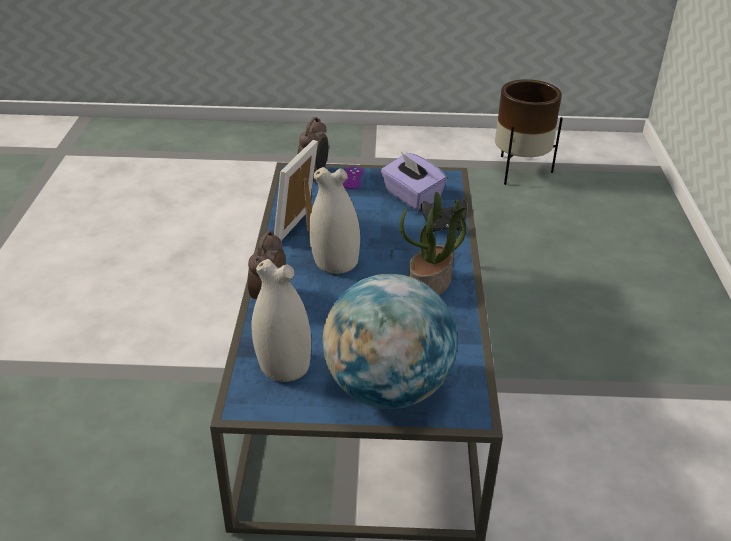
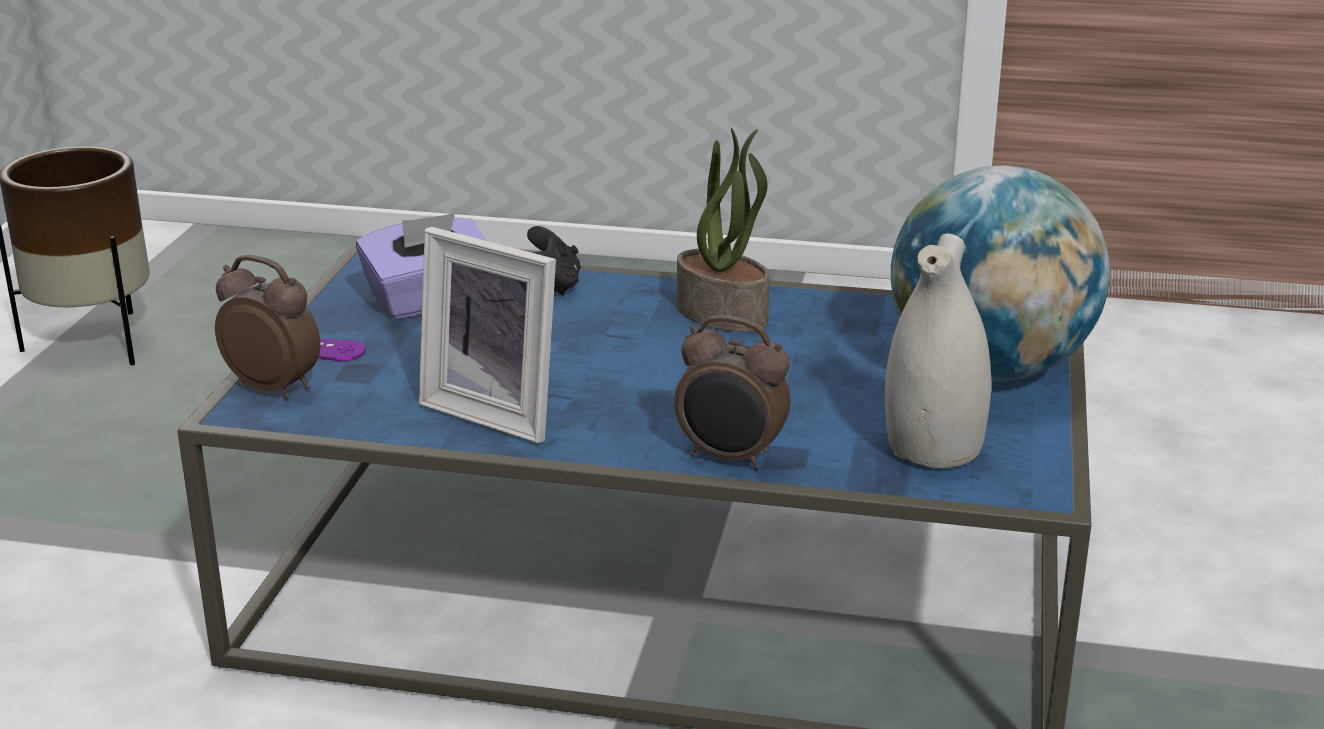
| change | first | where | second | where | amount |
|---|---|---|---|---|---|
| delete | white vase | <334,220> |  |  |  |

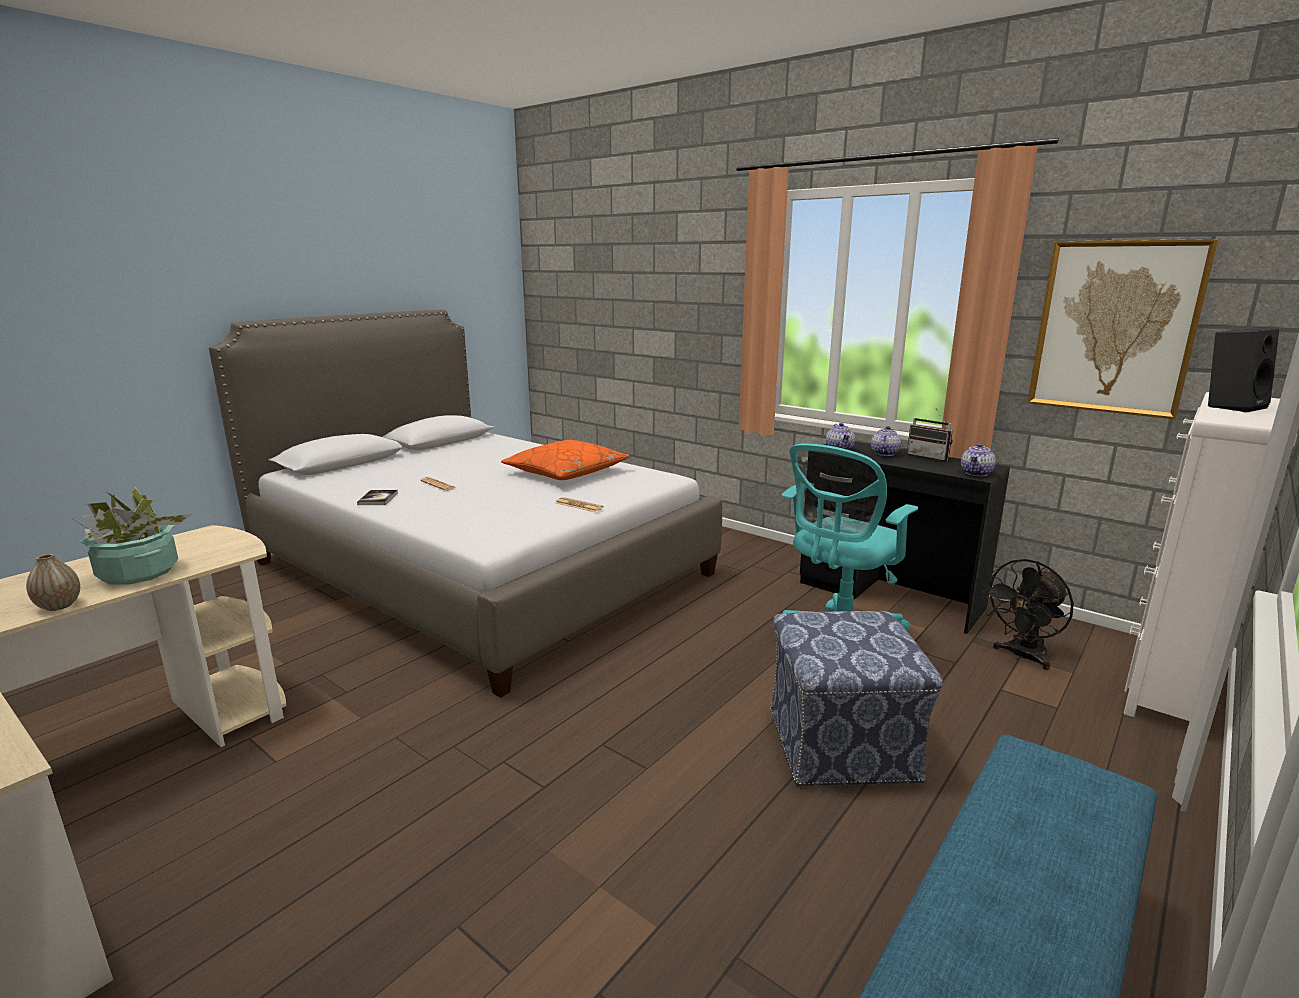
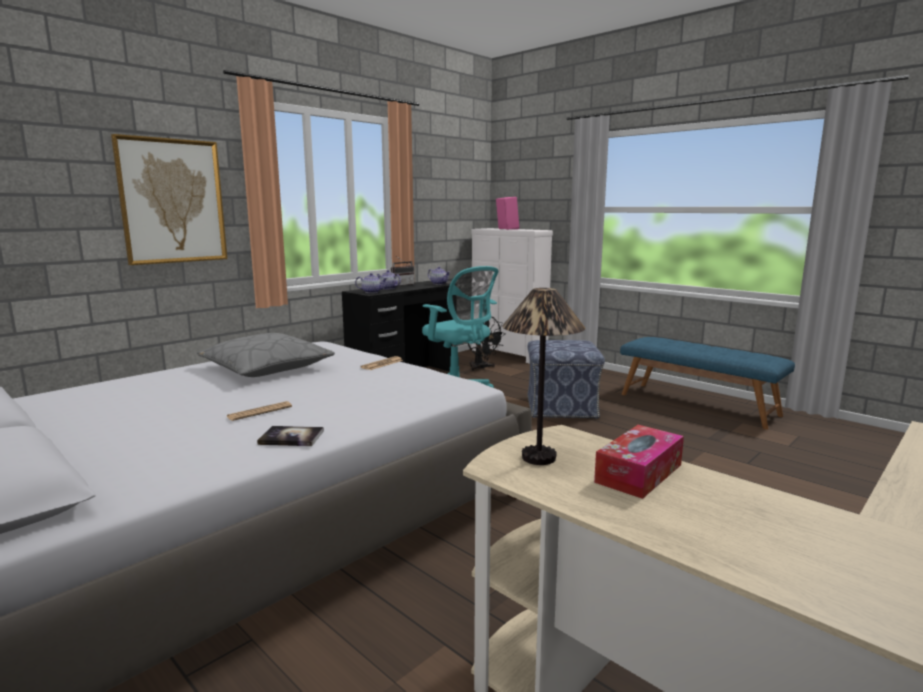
| change | first | where | second | where | amount |
|---|---|---|---|---|---|
| delete | vase | <53,582> |  |  |  |
| insert |  |  | tabletop lamp | <543,376> |  |
| move | picture | <1122,329> |  | <169,199> |  |
| replace | potted plant | <133,536> | tissue box | <639,462> |  |
| recolor | orangey cushion | <565,460> | gray cushion | <266,355> |  |
| recolor | black-coloured loudspeaker | <1243,370> | pinkish loudspeaker | <507,213> |  |

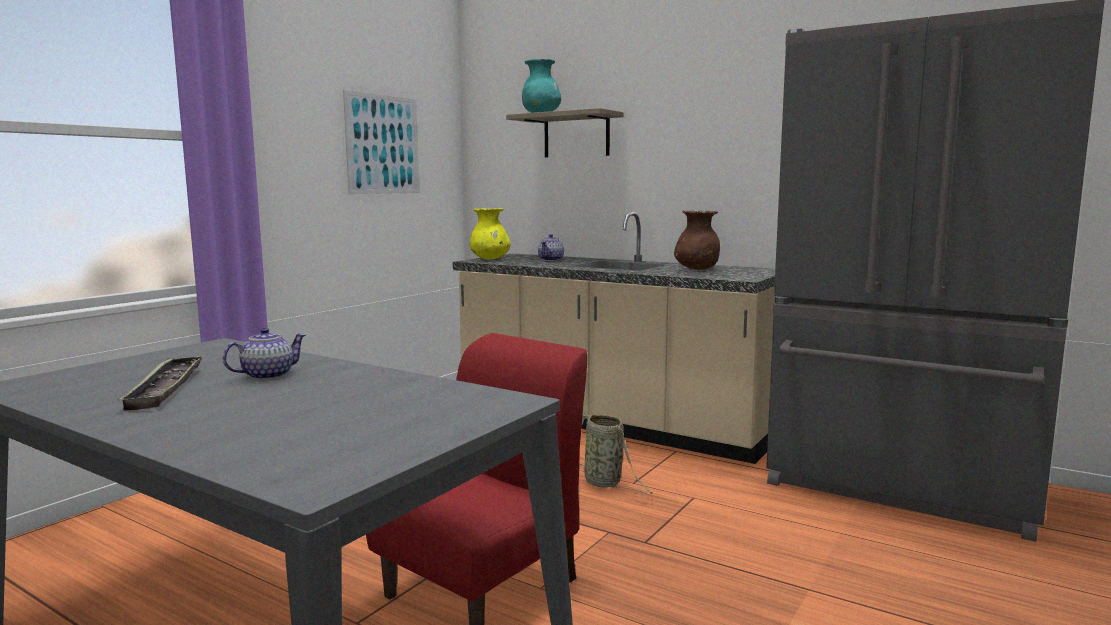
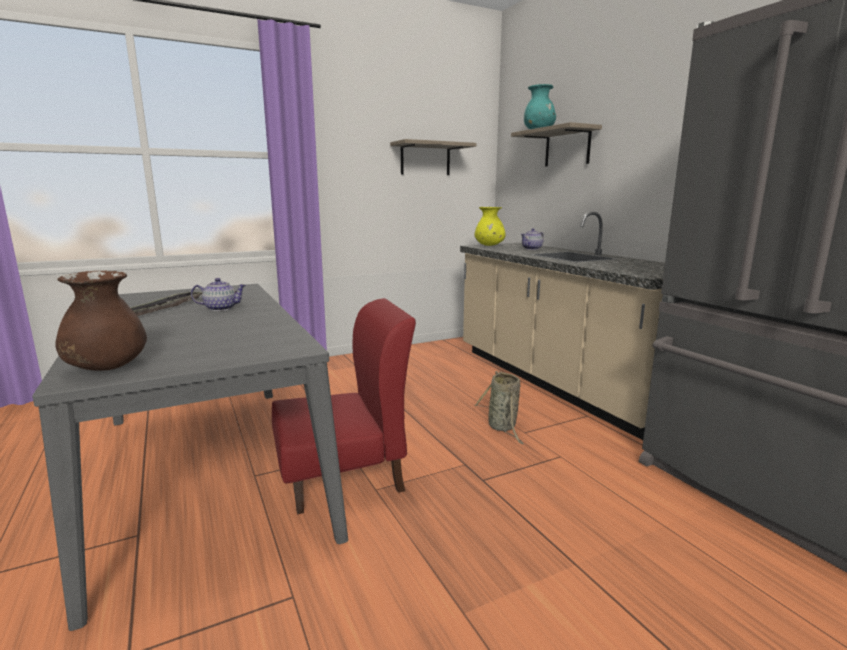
| change | first | where | second | where | amount |
|---|---|---|---|---|---|
| move | brown vase | <697,240> |  | <101,321> |  |
| replace | picture | <381,142> | bracket shelf | <433,157> |  |

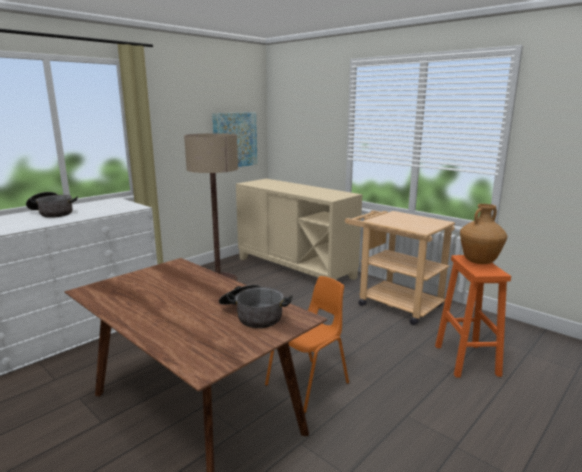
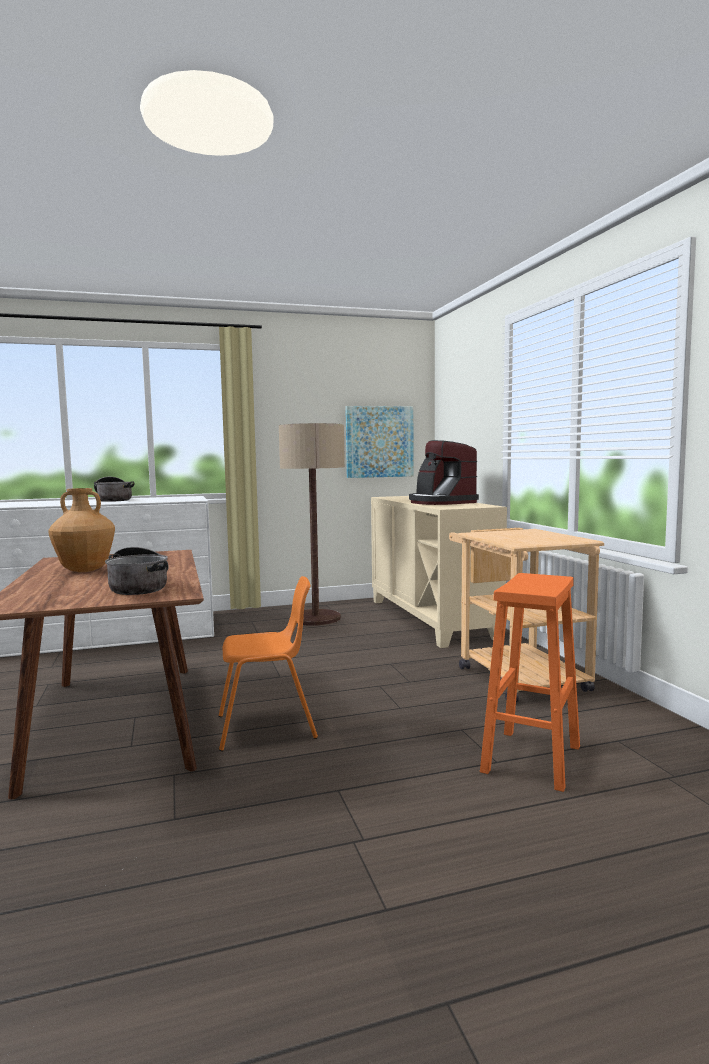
| change | first | where | second | where | amount |
|---|---|---|---|---|---|
| insert |  |  | coffee machine | <444,472> |  |
| move | brown vase | <483,234> |  | <81,530> |  |

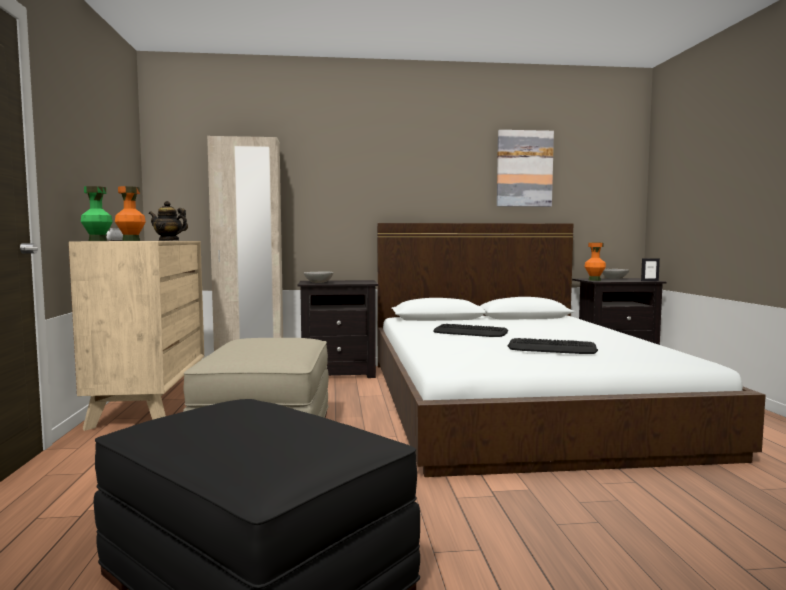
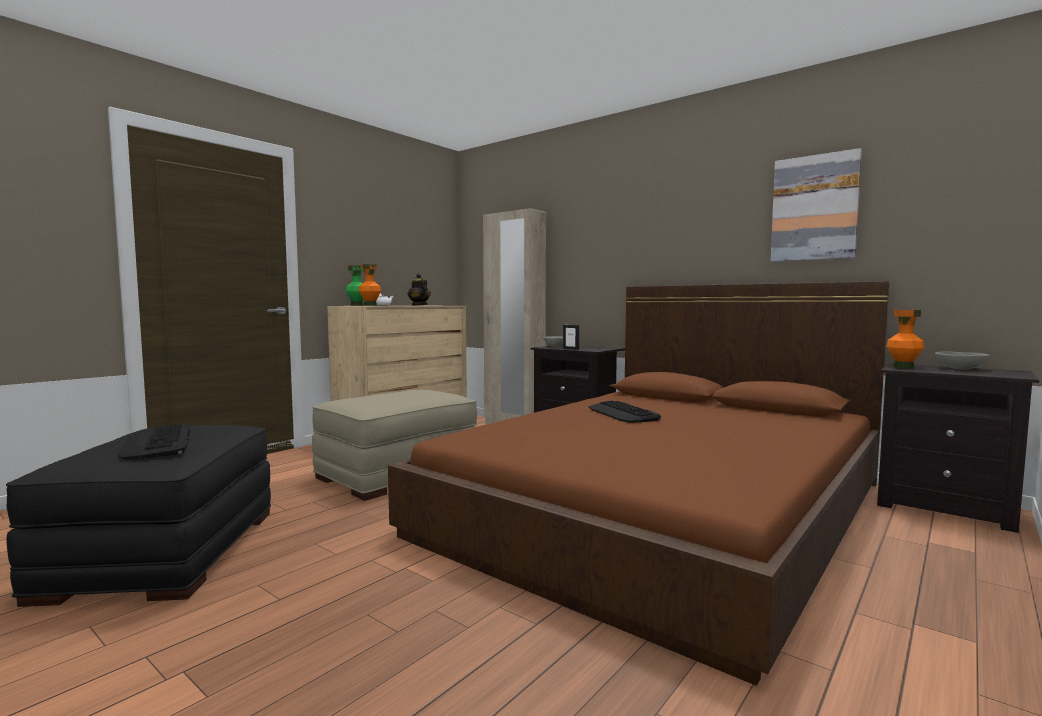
| change | first | where | second | where | amount |
|---|---|---|---|---|---|
| move | computer keyboard | <553,346> |  | <154,442> |  |
| move | standing frame | <650,269> |  | <571,337> |  |
| recolor | white bedroom bed | <571,350> | brown bedroom bed | <639,483> |  |

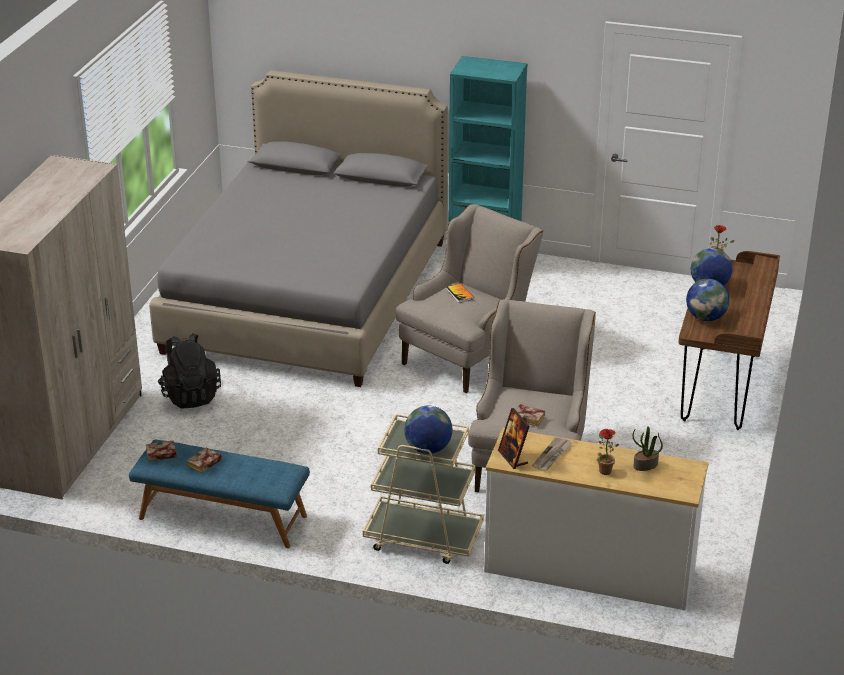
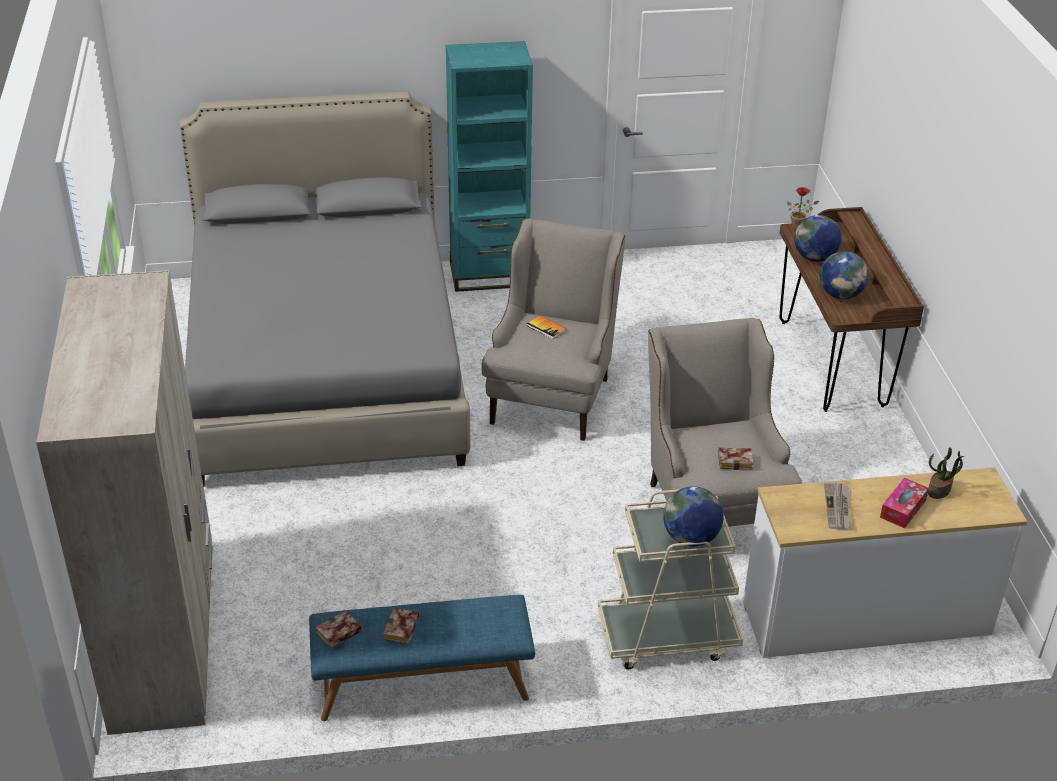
| change | first | where | second | where | amount |
|---|---|---|---|---|---|
| delete | black-coloured rucksack | <189,370> |  |  |  |
| delete | standing frame | <514,438> |  |  |  |
| replace | potted plant | <608,452> | tissue box | <904,503> |  |

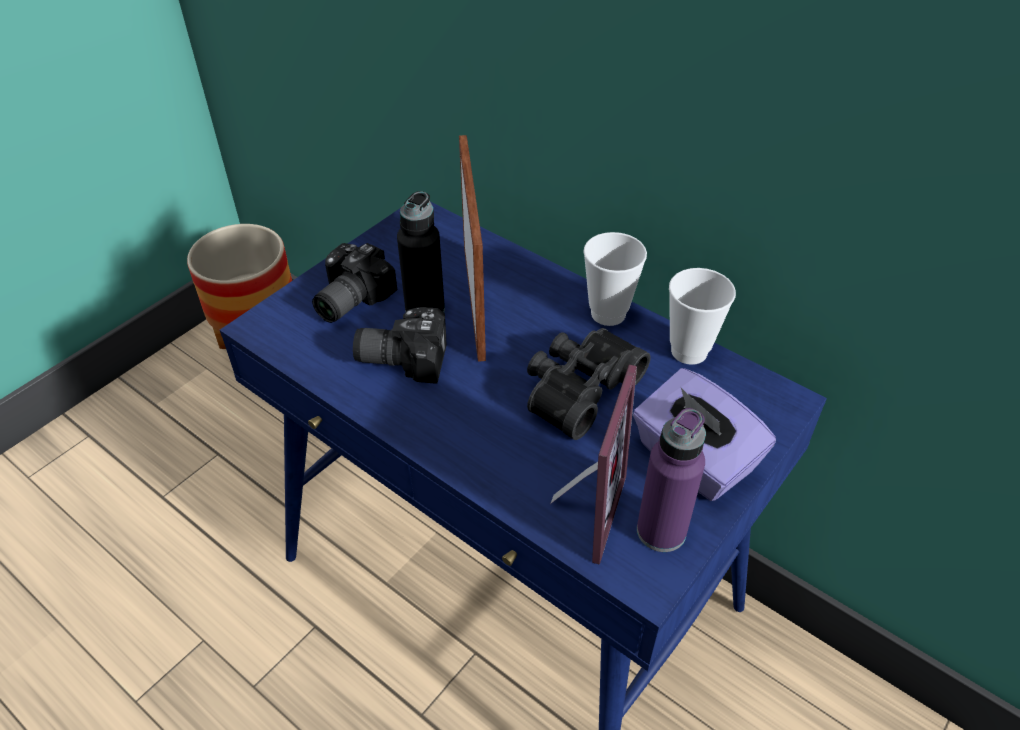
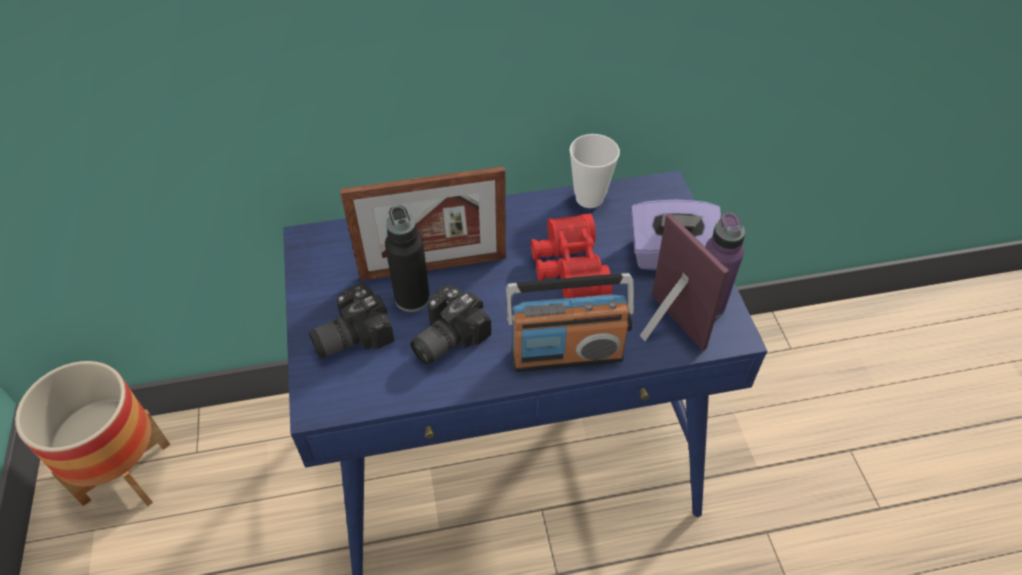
| change | first | where | second | where | amount |
|---|---|---|---|---|---|
| delete | small cup | <615,279> |  |  |  |
| insert |  |  | radio | <570,322> |  |
| recolor | black-coloured pair of binoculars | <589,384> | red pair of binoculars | <571,255> |  |
| rotate | photo camera | <354,283> |  | <351,320> | 75 degrees clockwise |
| rotate | standing frame | <472,248> |  | <423,223> | 135 degrees clockwise |

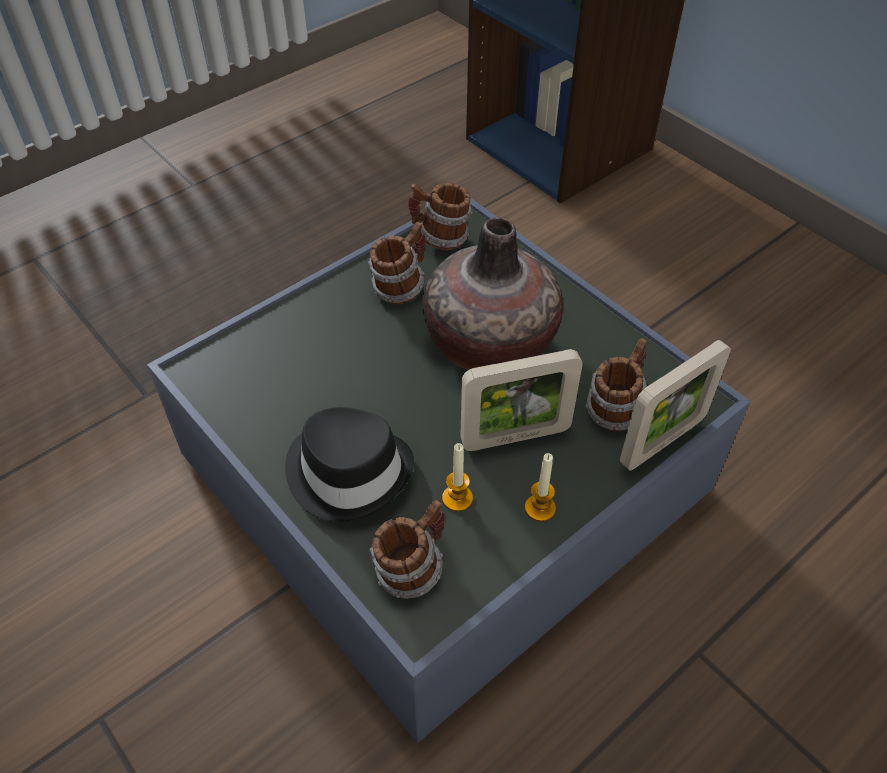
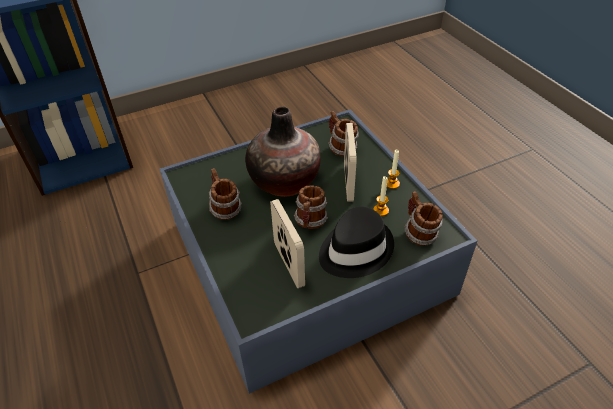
| change | first | where | second | where | amount |
|---|---|---|---|---|---|
| move | coffee mug | <440,216> |  | <311,207> |  |
| move | standing frame | <675,405> |  | <287,243> |  |

